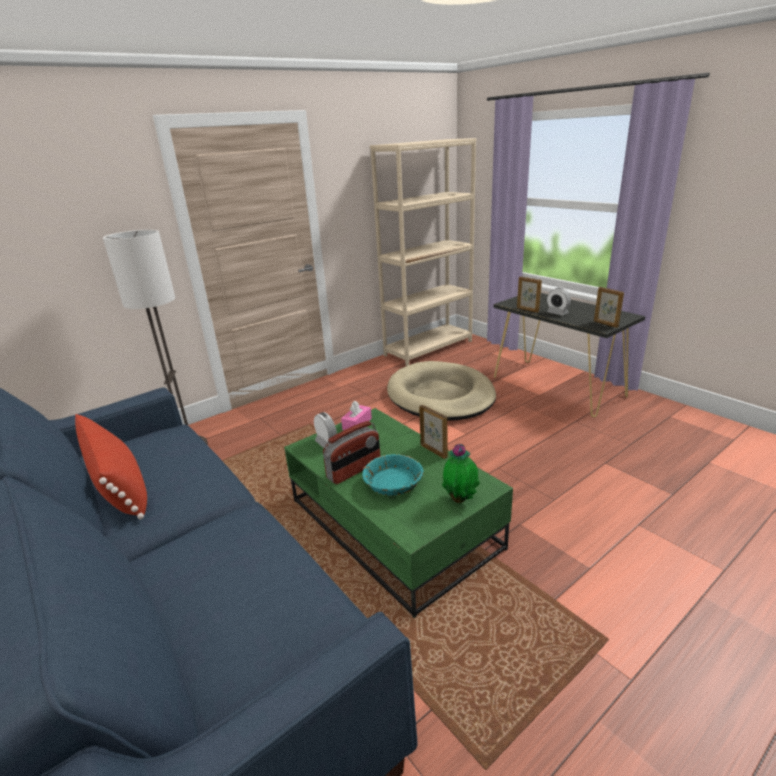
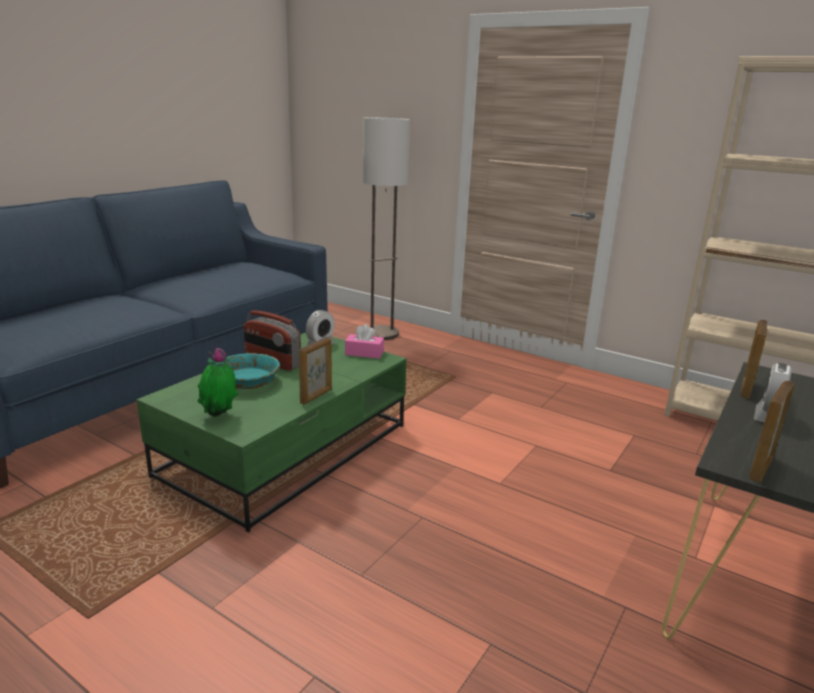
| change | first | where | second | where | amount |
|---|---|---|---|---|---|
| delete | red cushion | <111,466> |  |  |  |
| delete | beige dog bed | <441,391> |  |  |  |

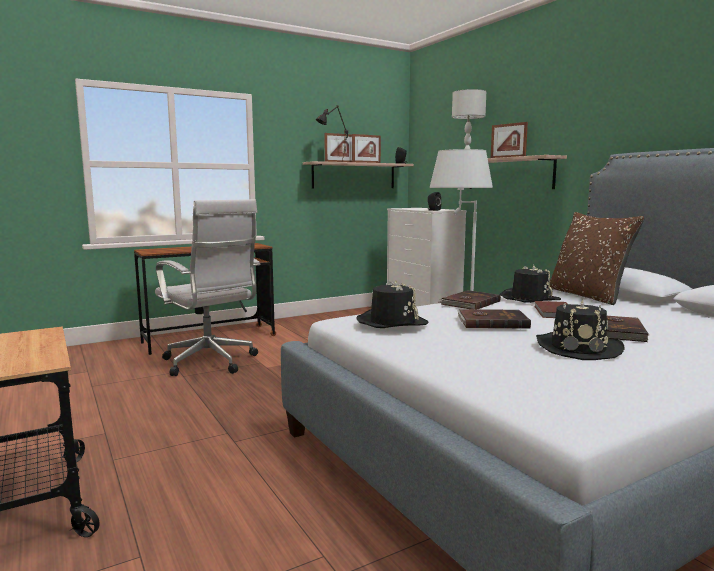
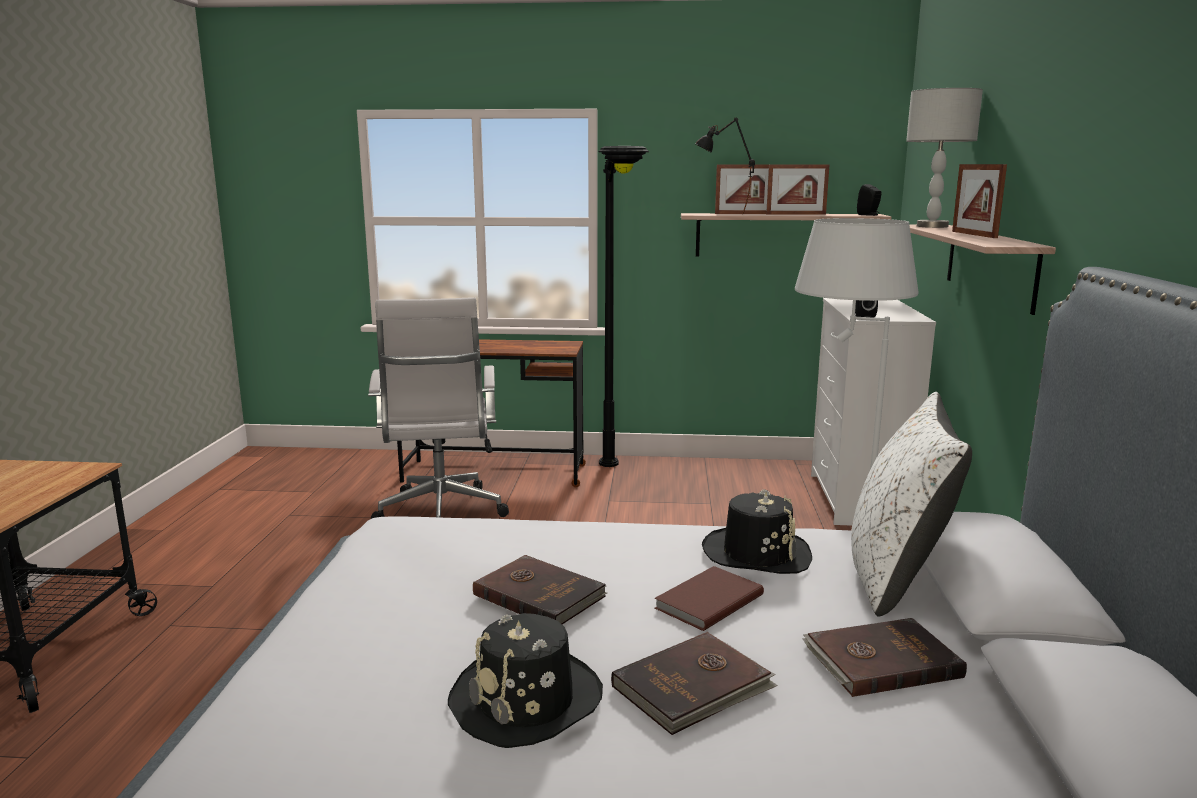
| change | first | where | second | where | amount |
|---|---|---|---|---|---|
| delete | black-coloured wearable hat | <392,304> |  |  |  |
| insert |  |  | black-coloured standard lamp | <623,306> |  |
| move | brown bound book | <470,299> |  | <884,657> |  |
| recolor | brown cushion | <596,258> | white cushion | <911,504> |  |

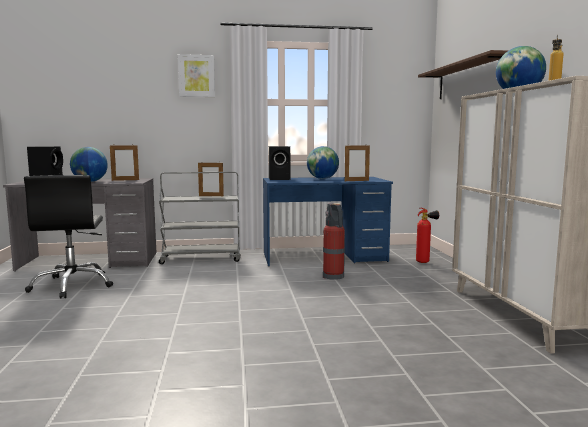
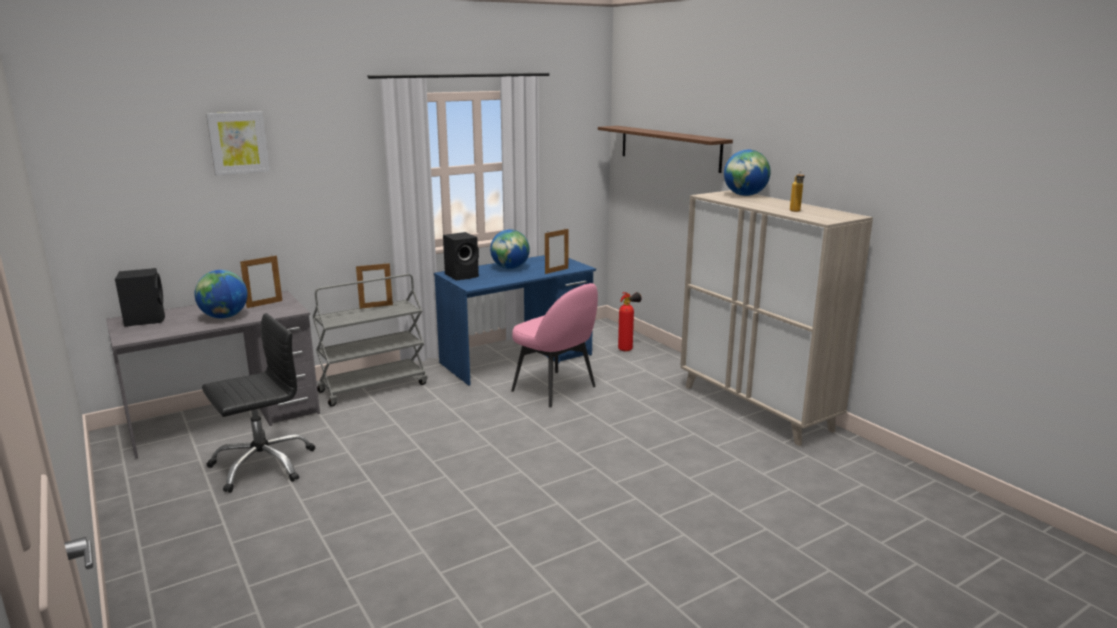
| change | first | where | second | where | amount |
|---|---|---|---|---|---|
| move | picture | <196,75> |  | <238,143> |  |
| replace | fire-fighting cylinder | <334,241> | pinkish plain chair | <554,345> |  |
| rotate | black-coloured office chair | <68,237> |  | <258,403> | 90 degrees counterclockwise |

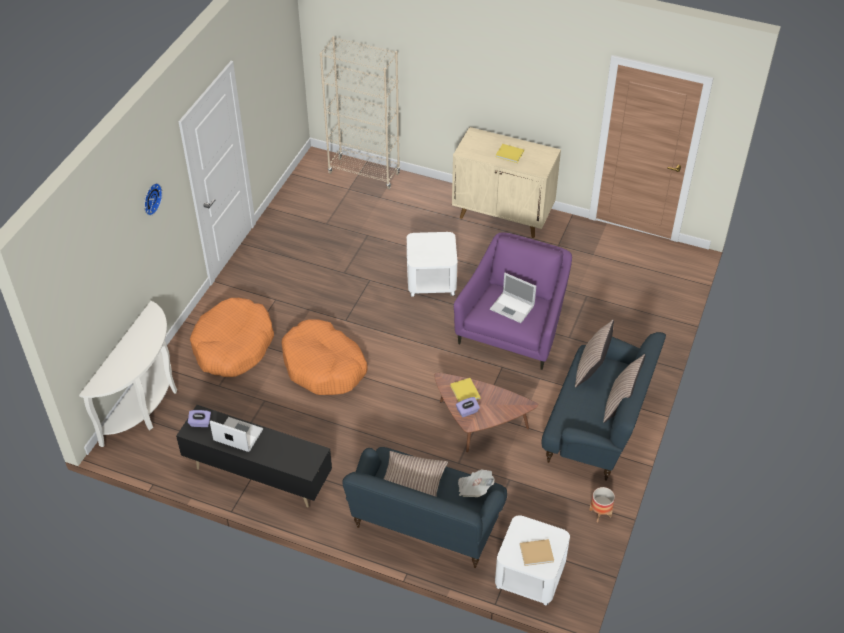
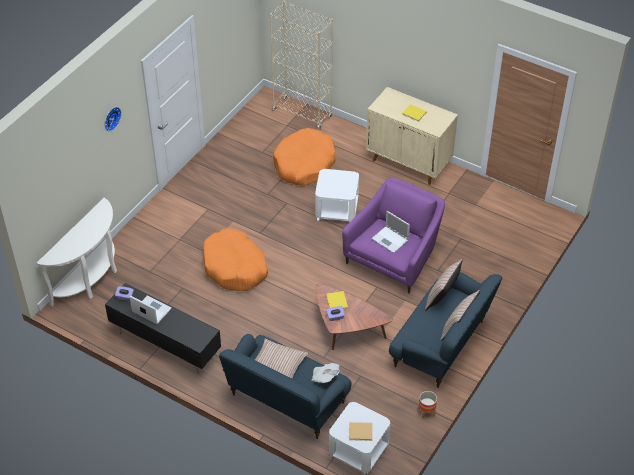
| change | first | where | second | where | amount |
|---|---|---|---|---|---|
| move | orangey dog bed | <232,337> |  | <304,157> |  |

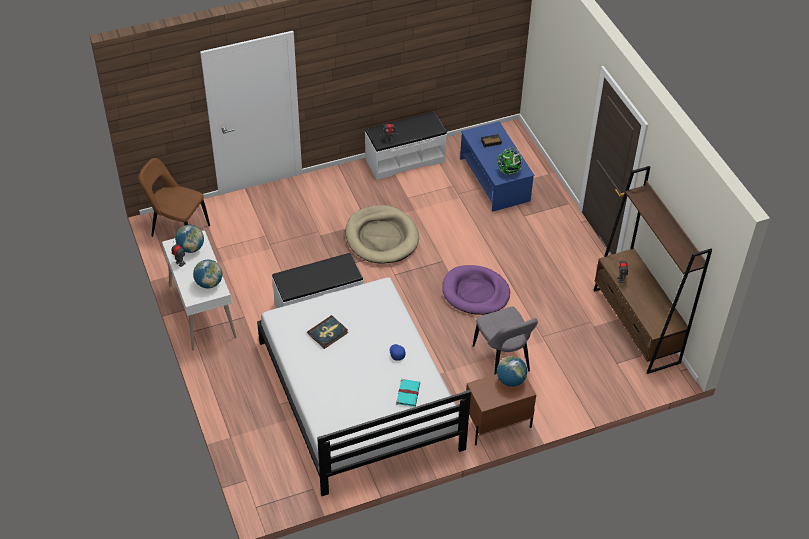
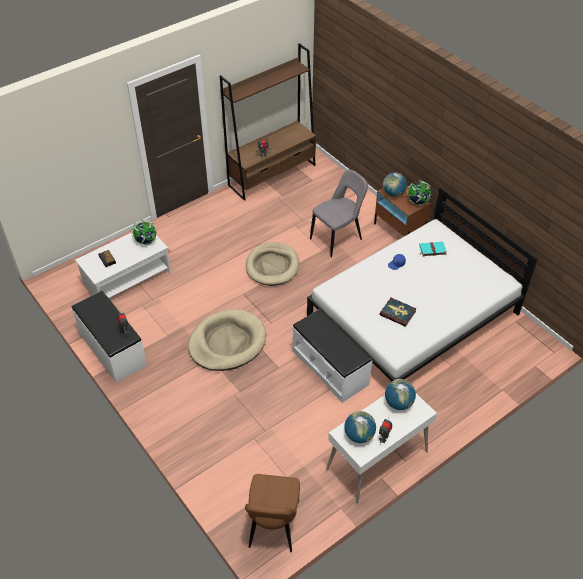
| change | first | where | second | where | amount |
|---|---|---|---|---|---|
| insert |  |  | globe | <419,193> |  |
| recolor | purple-coloured dog bed | <476,290> | beige dog bed | <272,264> |  |
| recolor | blue coffee table | <497,167> | white coffee table | <123,265> |  |

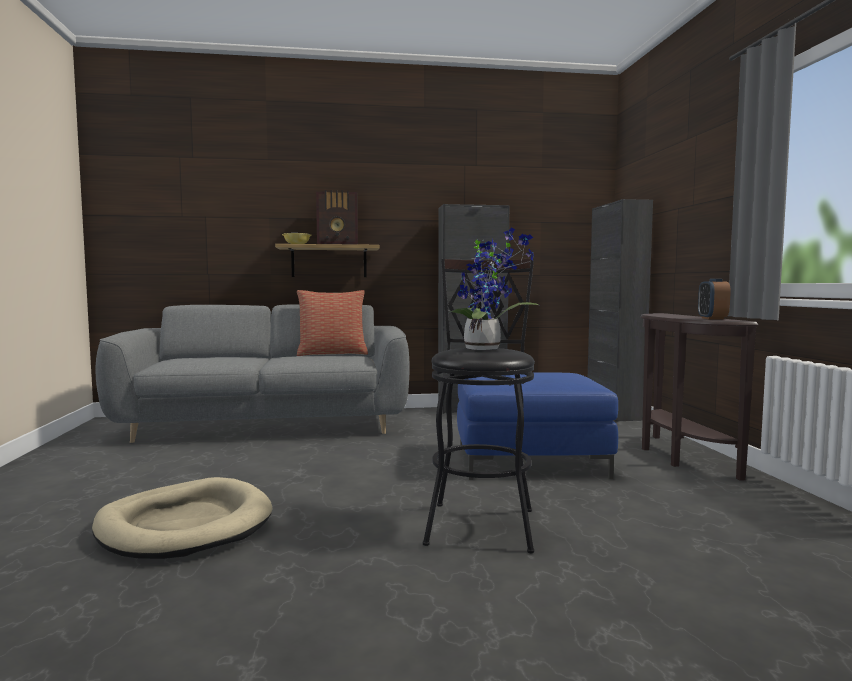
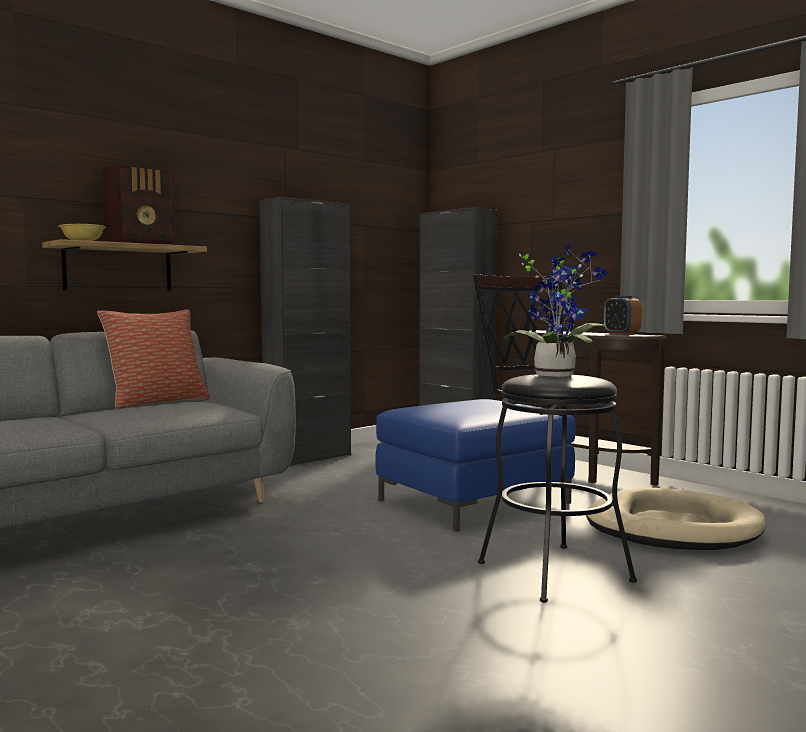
| change | first | where | second | where | amount |
|---|---|---|---|---|---|
| move | beige dog bed | <182,518> |  | <676,519> |  |

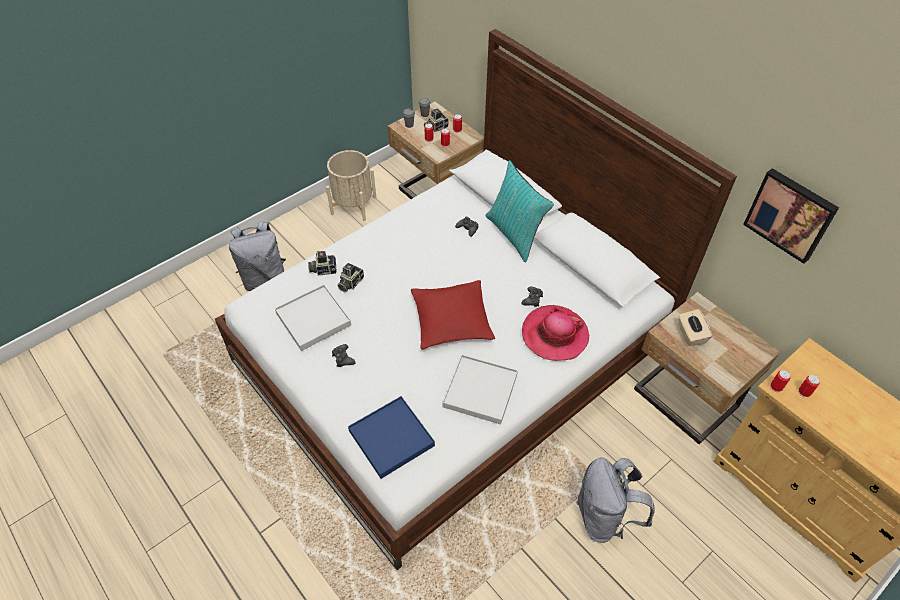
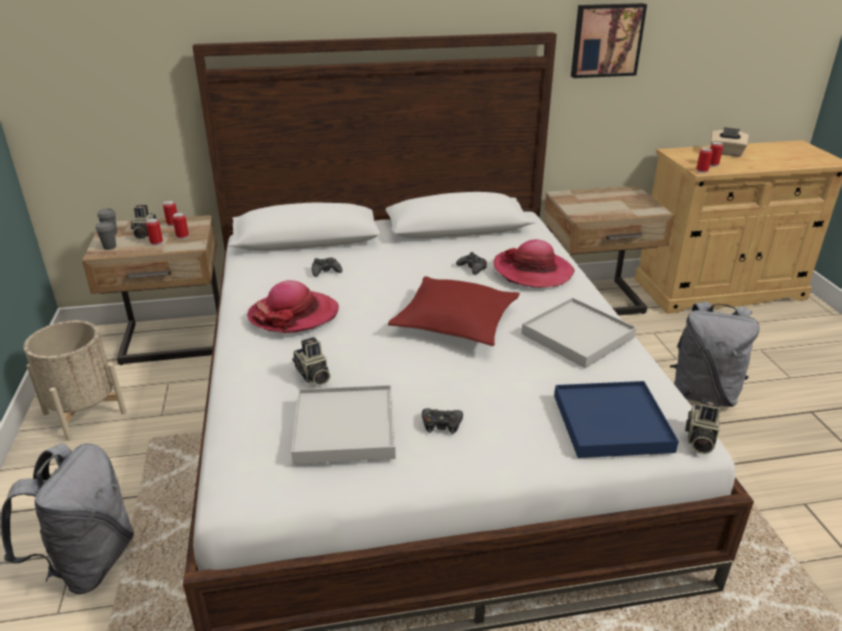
| change | first | where | second | where | amount |
|---|---|---|---|---|---|
| delete | blue-green cushion | <519,211> |  |  |  |
| insert |  |  | wearable hat | <293,306> |  |
| move | photo camera | <322,263> |  | <702,426> |  |
| move | beige tissue box | <695,327> |  | <730,142> |  |

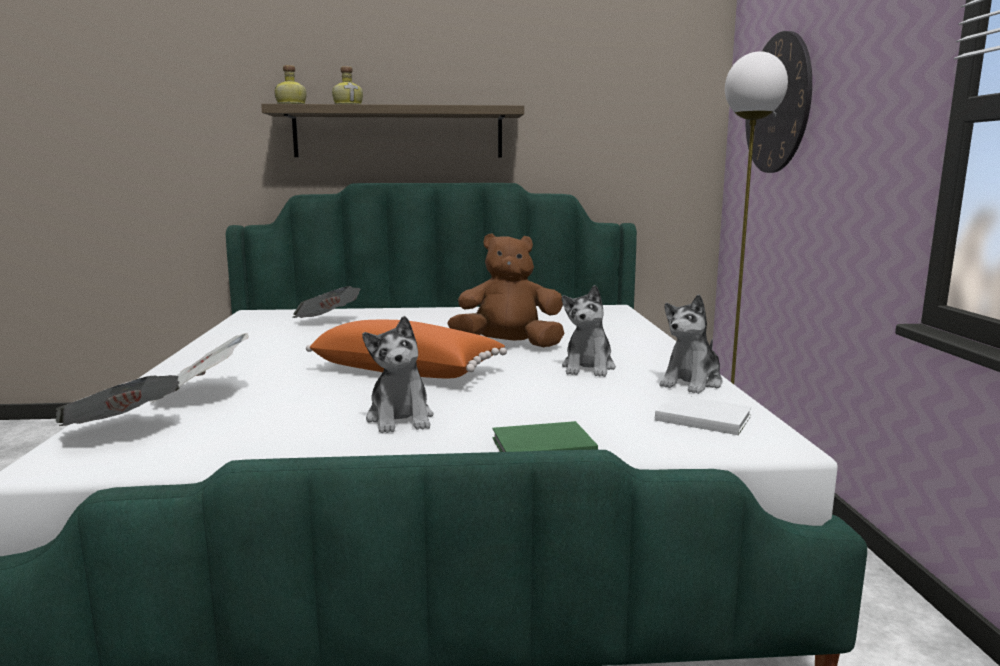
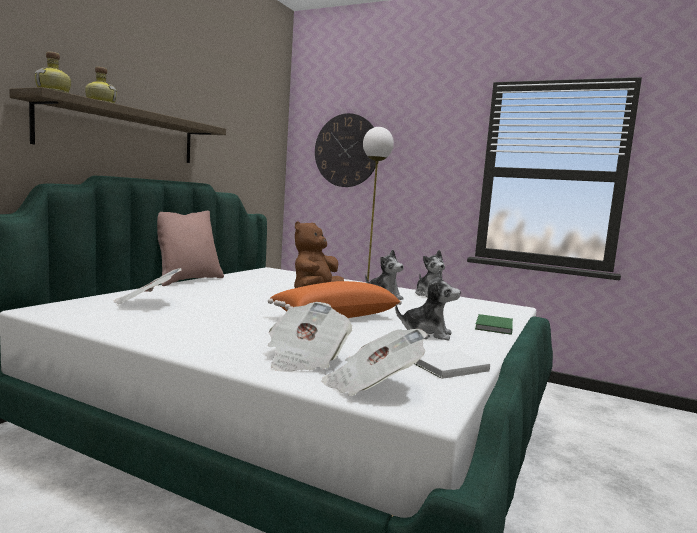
| change | first | where | second | where | amount |
|---|---|---|---|---|---|
| insert |  |  | pinkish cushion | <190,248> |  |
| move | white bound book | <703,414> |  | <452,364> |  |

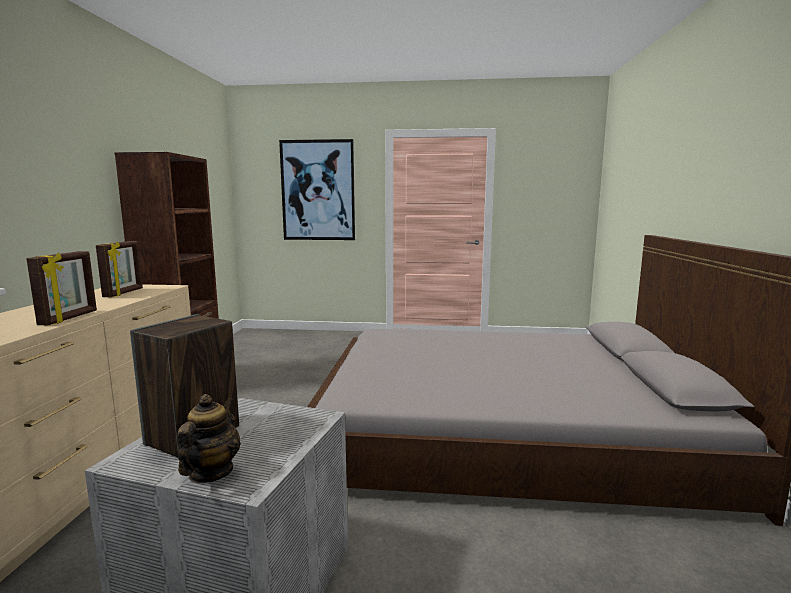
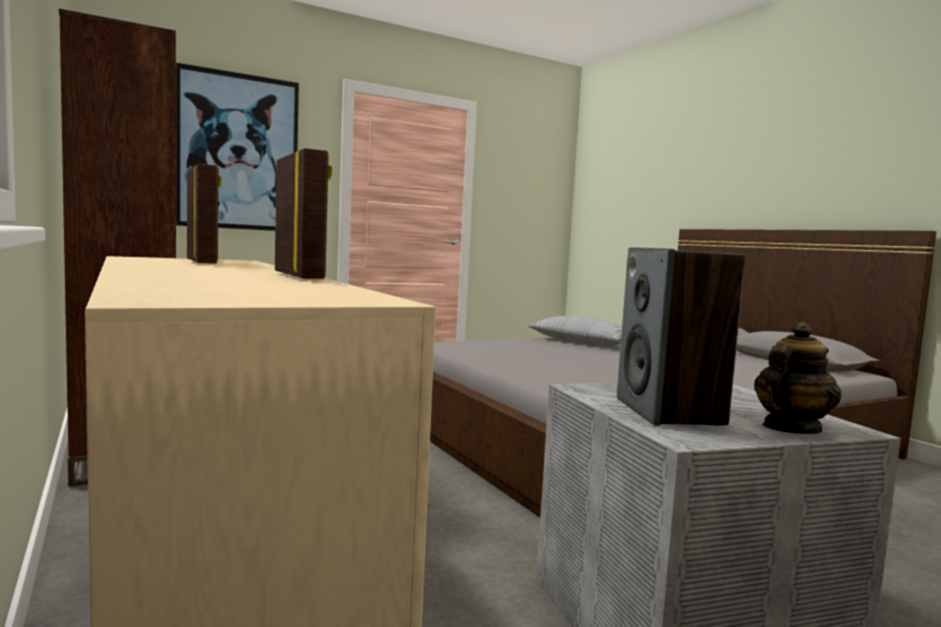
| change | first | where | second | where | amount |
|---|---|---|---|---|---|
| insert |  |  | cushion | <575,331> |  |
| rotate | pot for tea | <209,438> |  | <798,378> | 75 degrees clockwise |

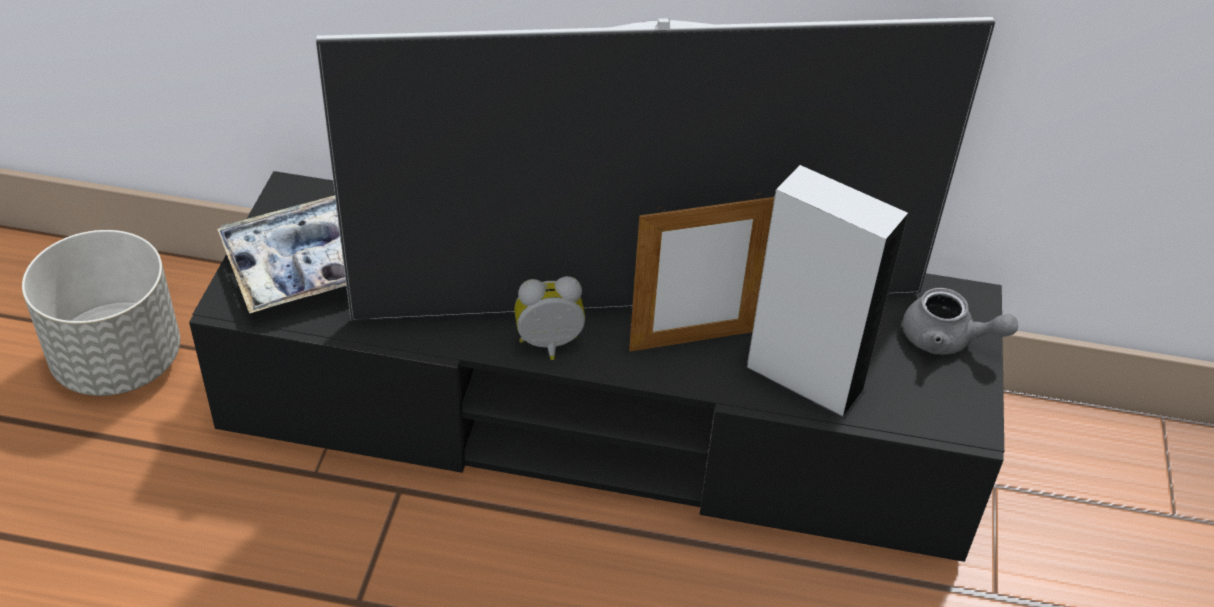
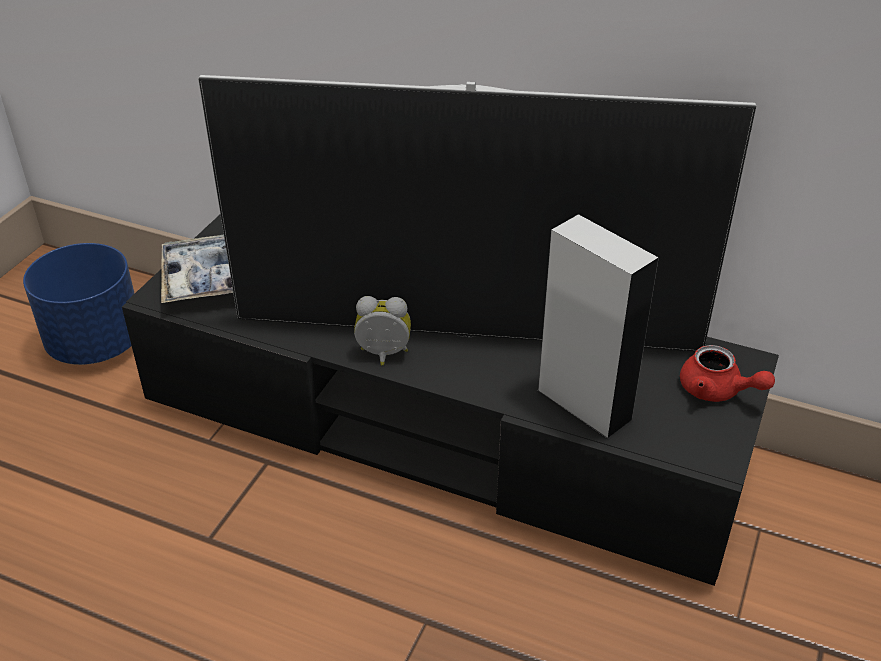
| change | first | where | second | where | amount |
|---|---|---|---|---|---|
| delete | standing frame | <702,273> |  |  |  |
| recolor | gray planter | <101,313> | blue planter | <79,304> |  |
| recolor | gray pot for tea | <960,321> | red pot for tea | <727,373> |  |

